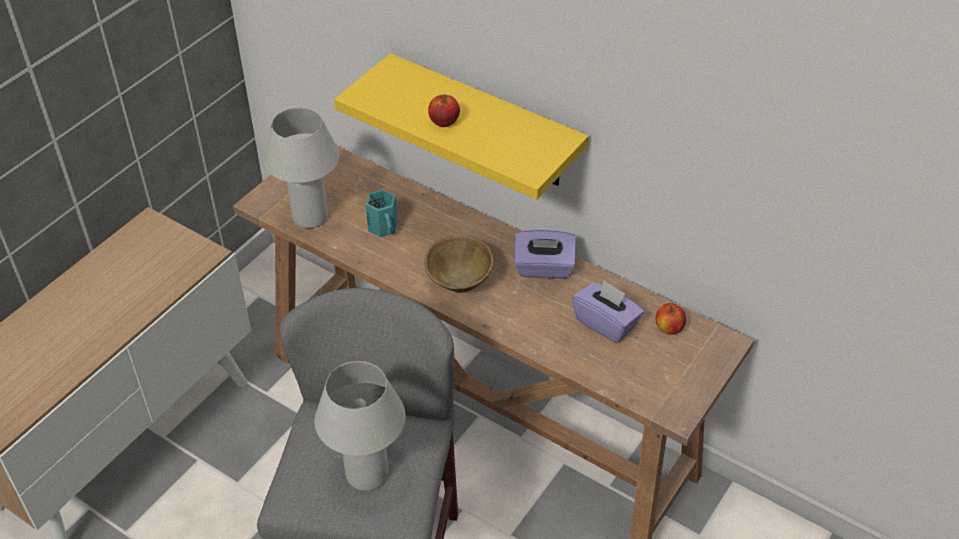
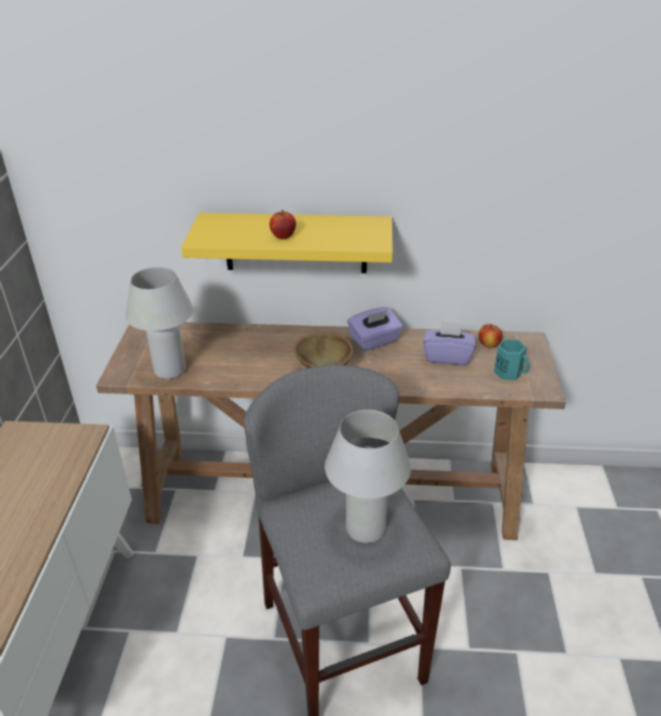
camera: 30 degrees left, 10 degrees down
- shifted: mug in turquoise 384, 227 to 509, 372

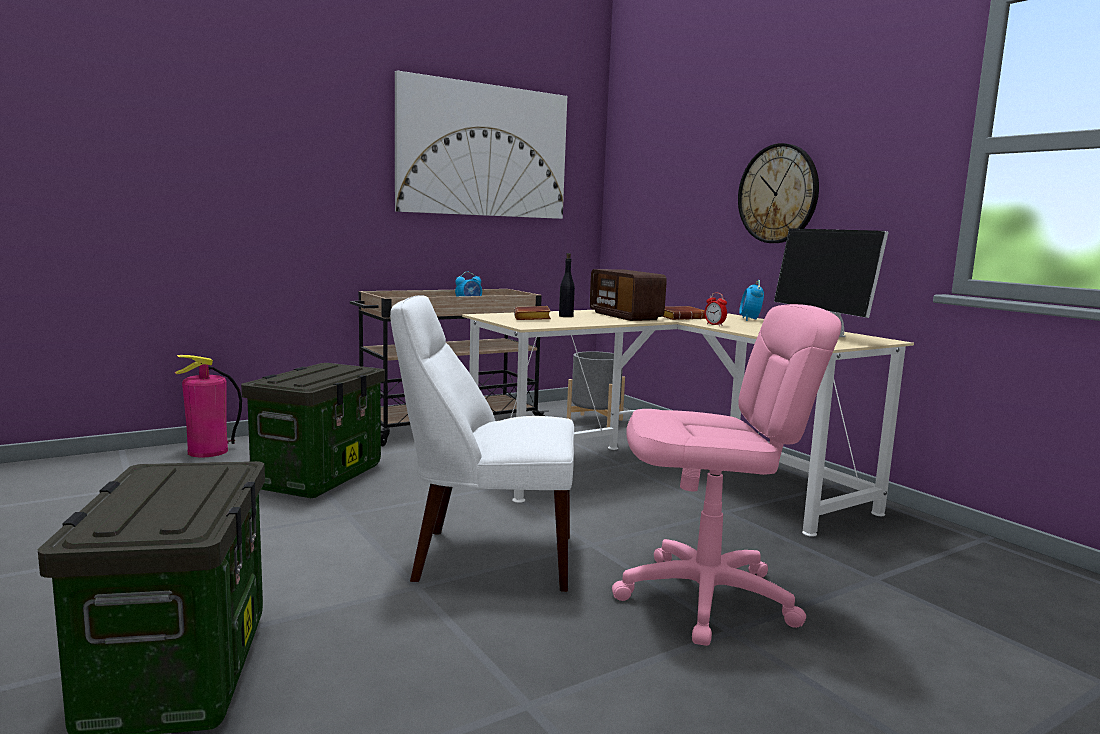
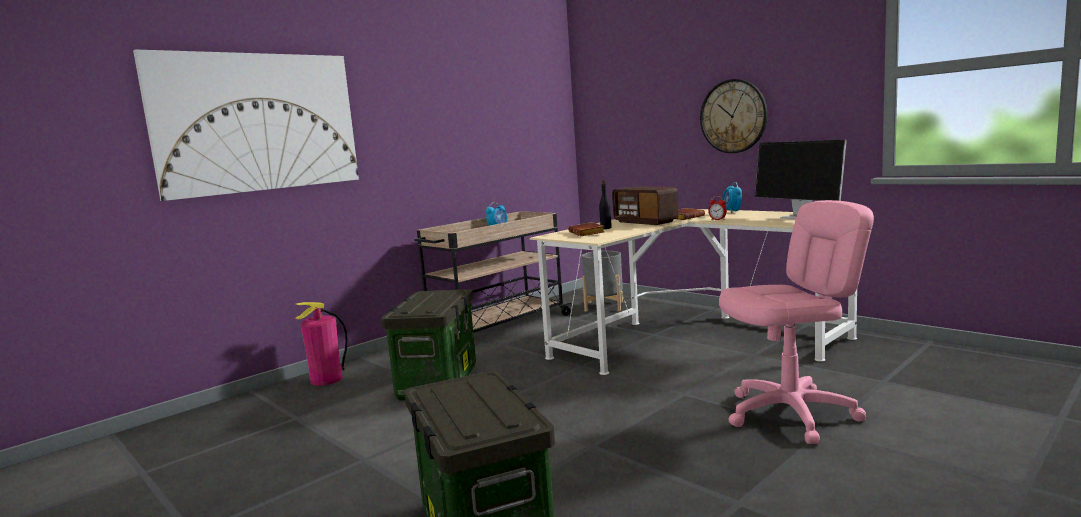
camera: 10 degrees left, 0 degrees up
- gone: chair in white 486, 558
- shifted: picture 483, 151 to 258, 122

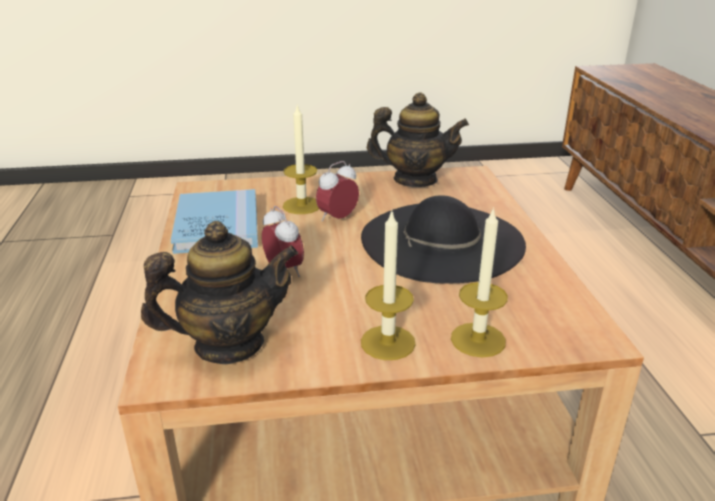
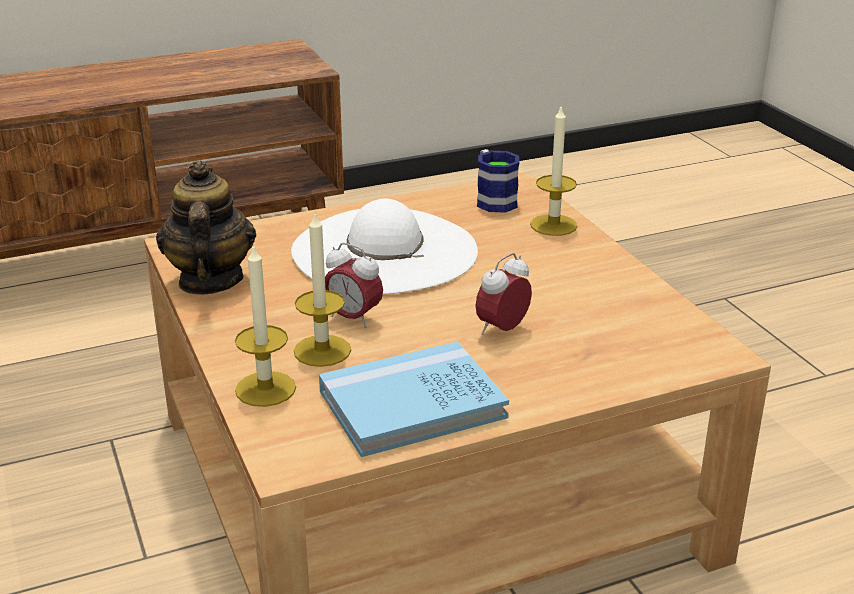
camera: 105 degrees left, 0 degrees up
- gone: teapot 229, 344
- new: mug 493, 199
- shifted: candle 388, 342 to 265, 389
- repainted: hat in black 442, 241 to hat in white 384, 251

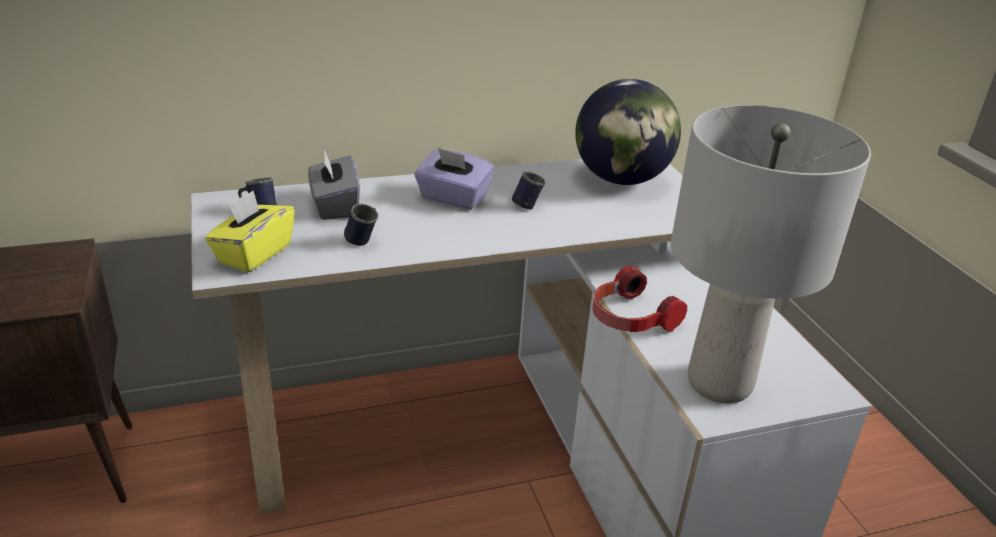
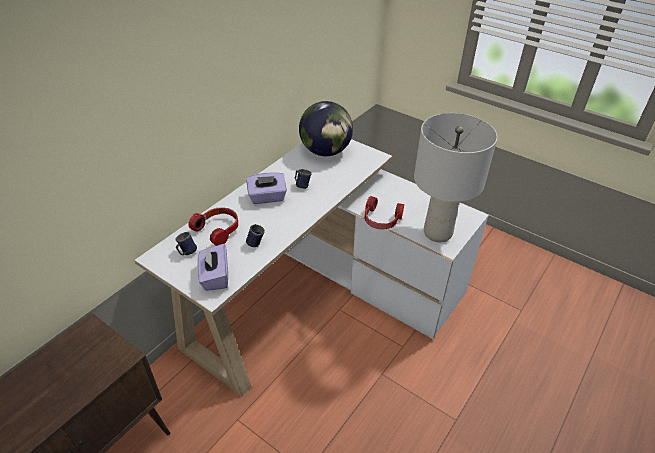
camera: 35 degrees left, 10 degrees up
- swapped: tissue box in grey 334, 206 to headphones 218, 230
- repainted: tissue box in yellow 253, 254 to tissue box in purple 215, 277

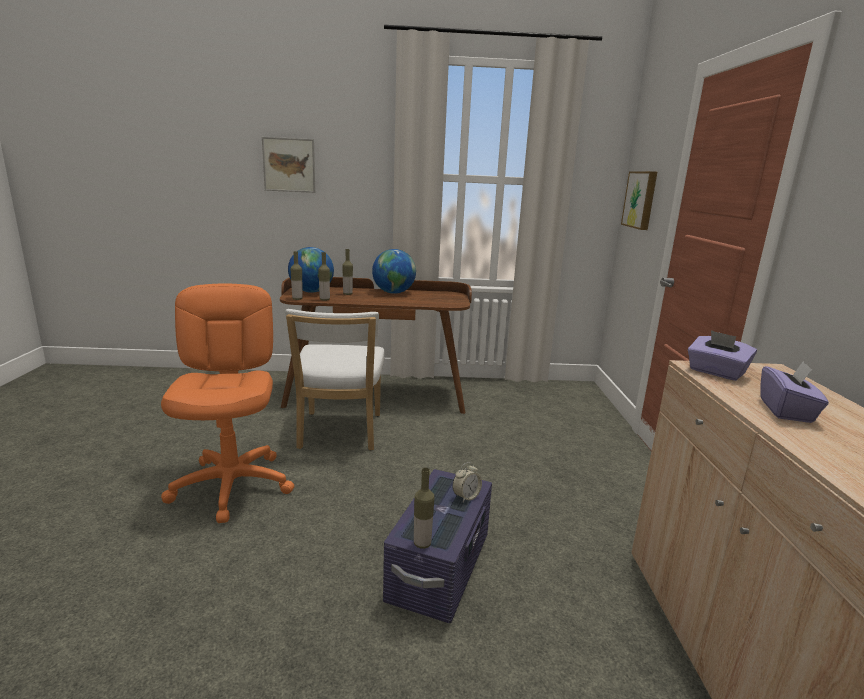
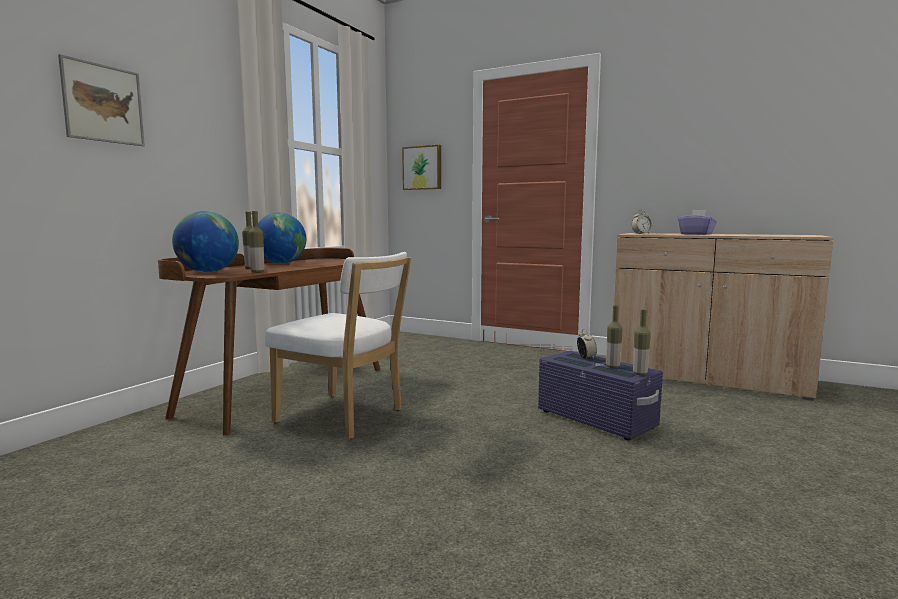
camera: 60 degrees left, 10 degrees down
- gone: office chair in orange 232, 485
- shifted: bottle 297, 299 to 613, 367
- swapped: tissue box in purple 716, 372 to alarm clock 641, 234

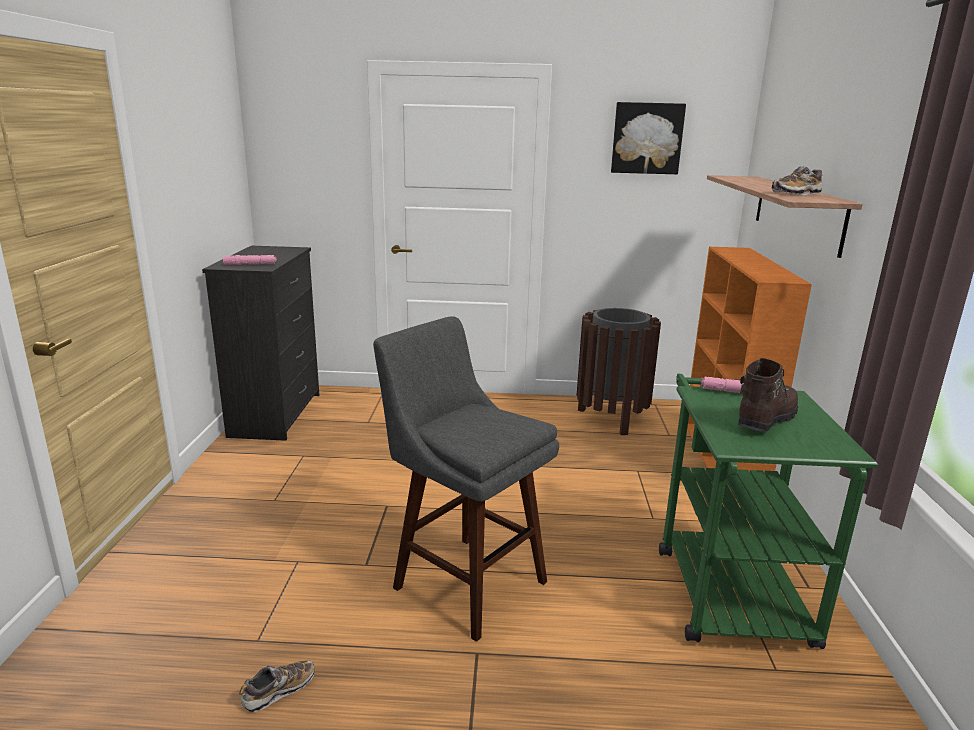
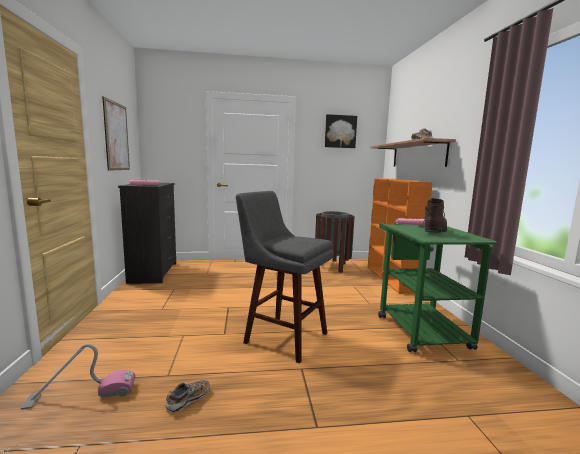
camera: 10 degrees left, 10 degrees down
- new: vacuum cleaner 82, 395
- new: picture 116, 136

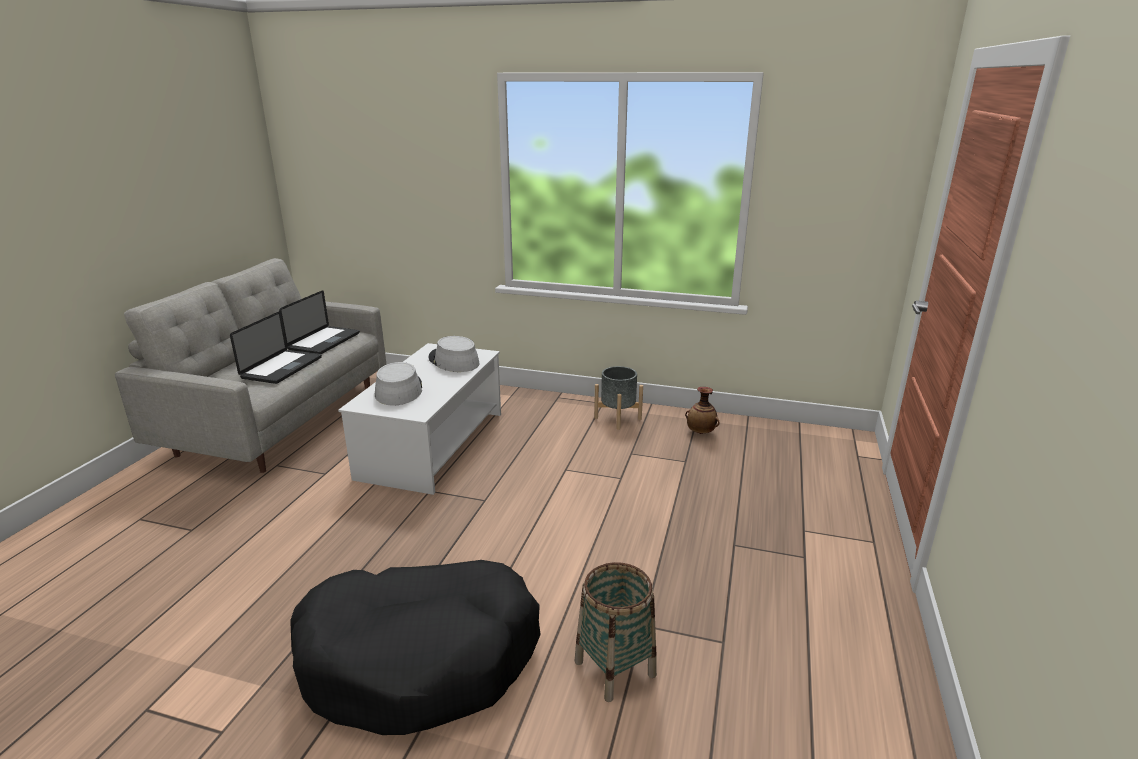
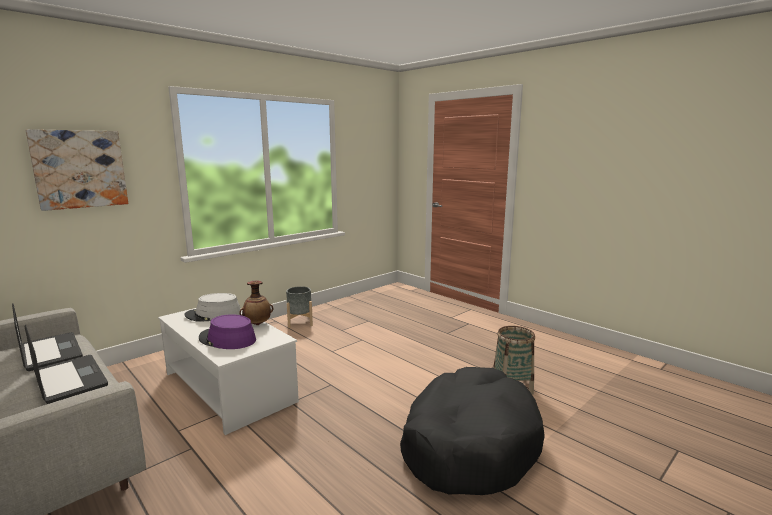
camera: 60 degrees left, 10 degrees down
- new: picture 80, 169
- shifted: vase 701, 433 to 257, 324
- repainted: hat in grey 398, 390 to hat in purple 227, 339

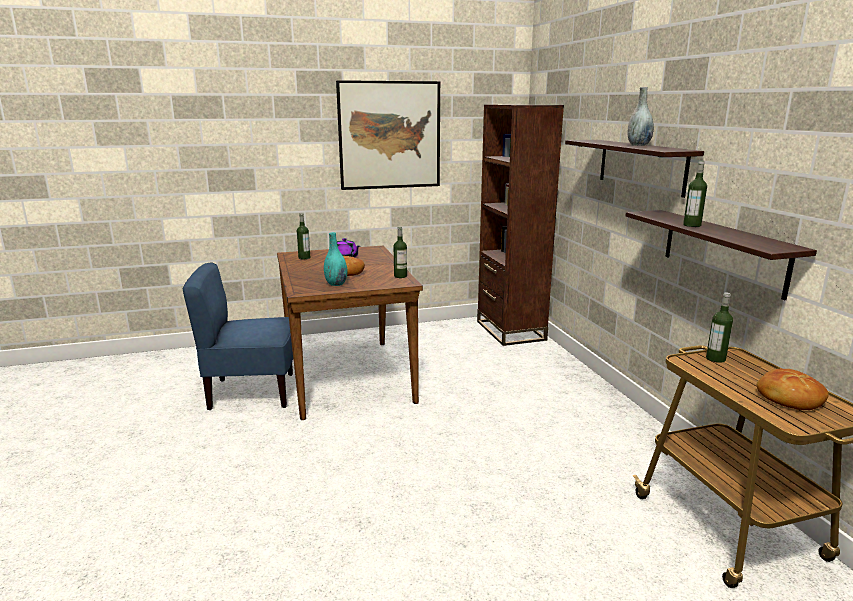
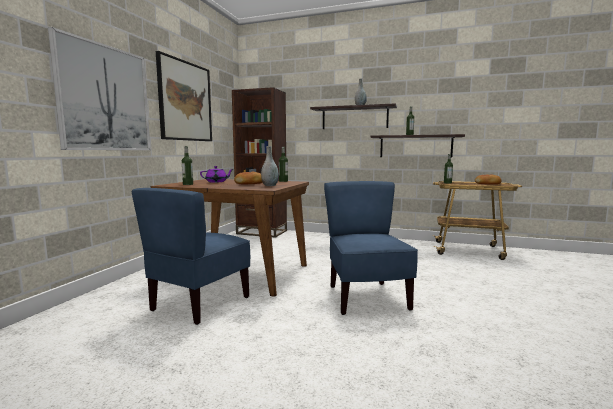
camera: 55 degrees left, 10 degrees down
- new: picture 105, 98
- new: chair in blue 366, 297
- repainted: vase in turquoise 336, 284 to vase in grey 270, 185

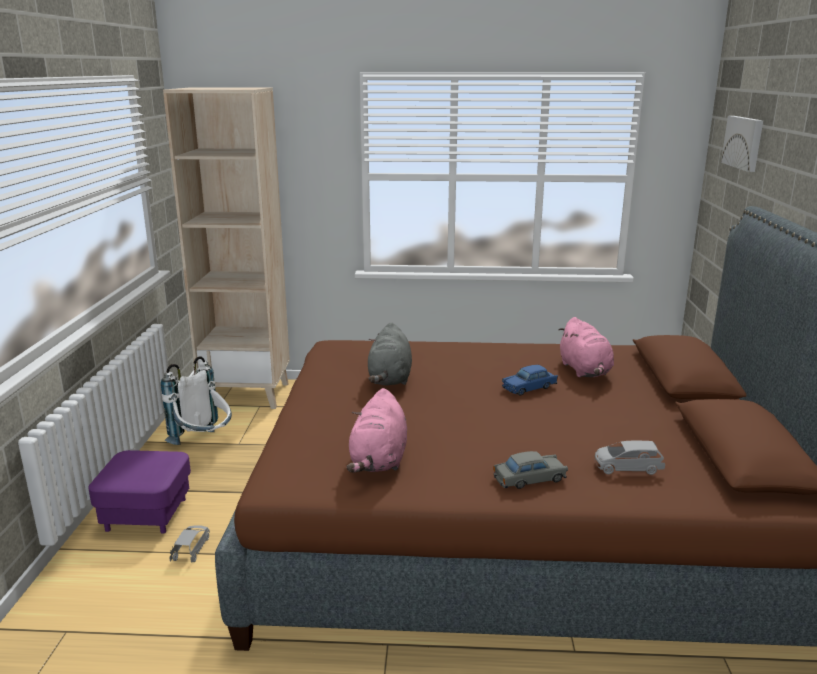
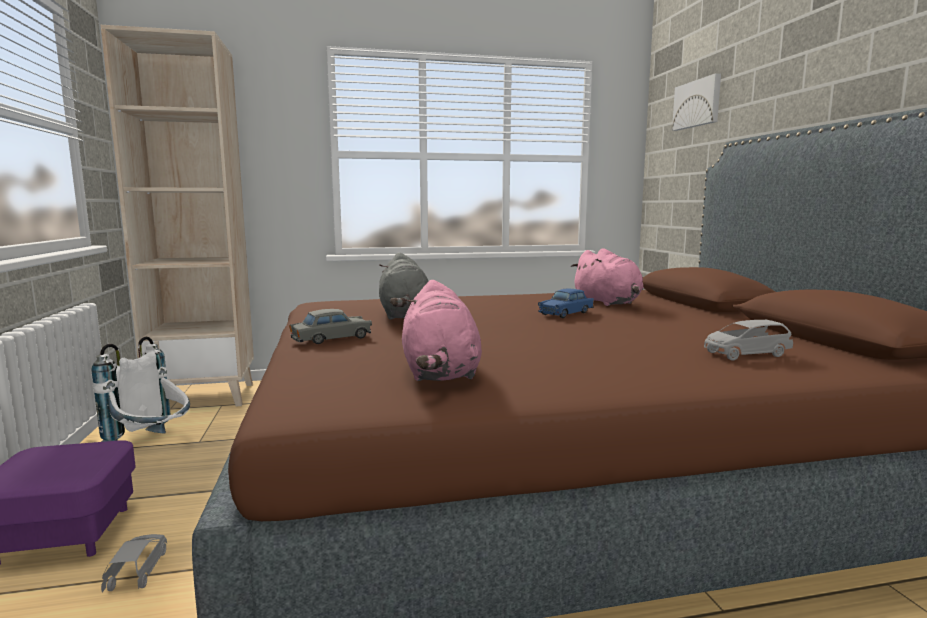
camera: 15 degrees left, 10 degrees down
- shifted: toy car in grey 529, 479 to 331, 338

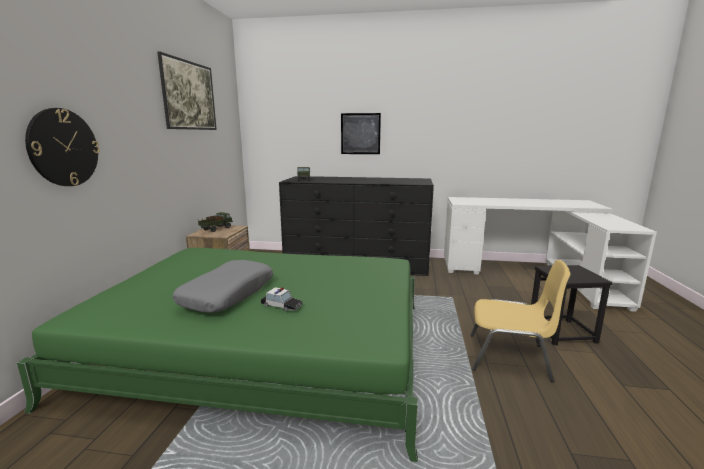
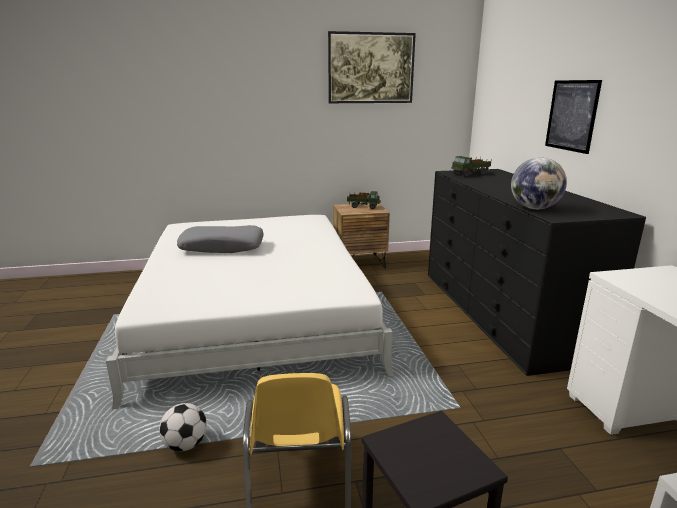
camera: 70 degrees right, 5 degrees up
- gone: wall clock 63, 148
- gone: toy car 281, 305
- new: football 185, 444
- new: globe 534, 208
- repainted: bed in green 265, 348 to bed in white 255, 310

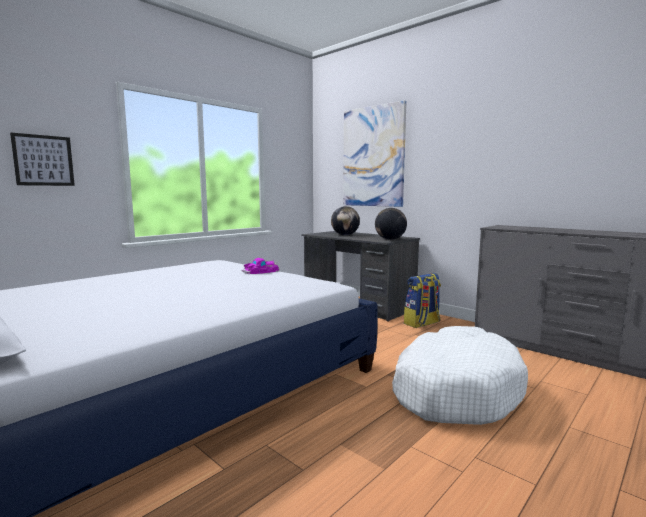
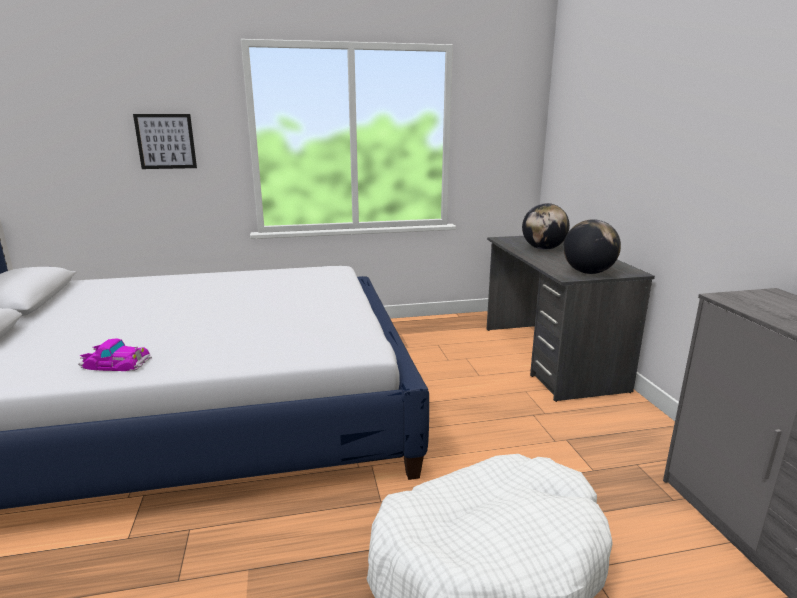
camera: 35 degrees right, 10 degrees up
- gone: picture 373, 157
- gone: backpack 422, 323
- shifted: toy car 261, 271 to 116, 363

